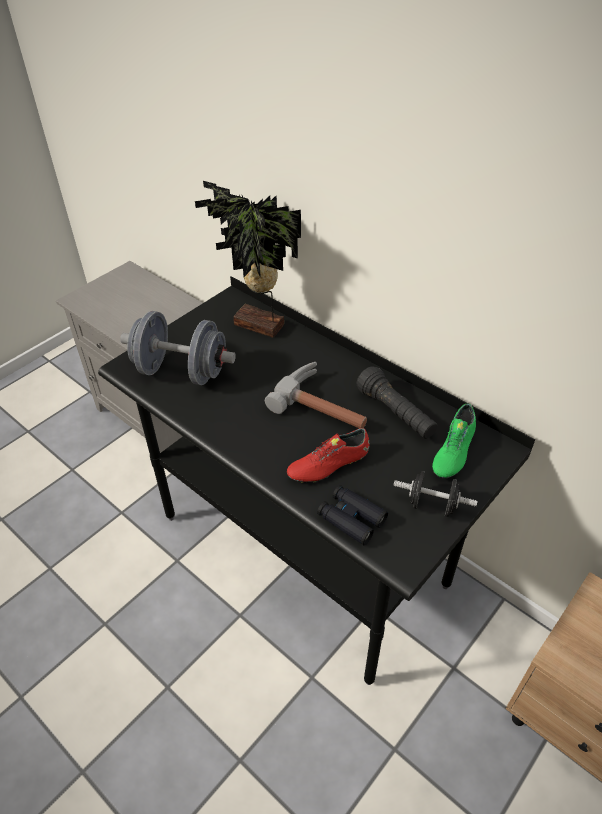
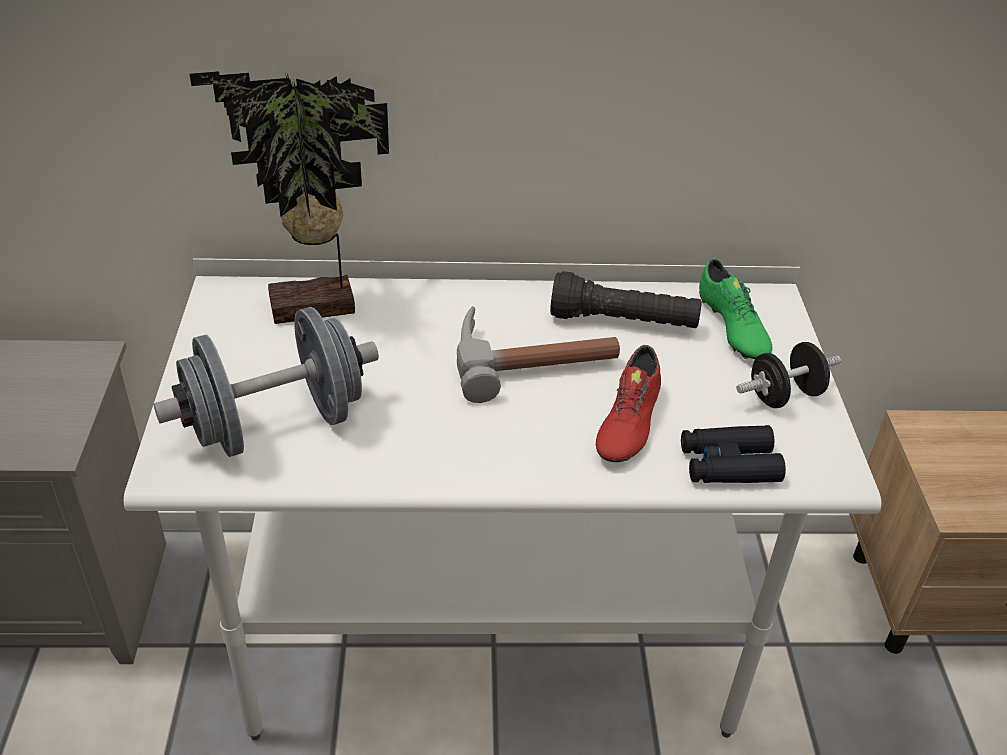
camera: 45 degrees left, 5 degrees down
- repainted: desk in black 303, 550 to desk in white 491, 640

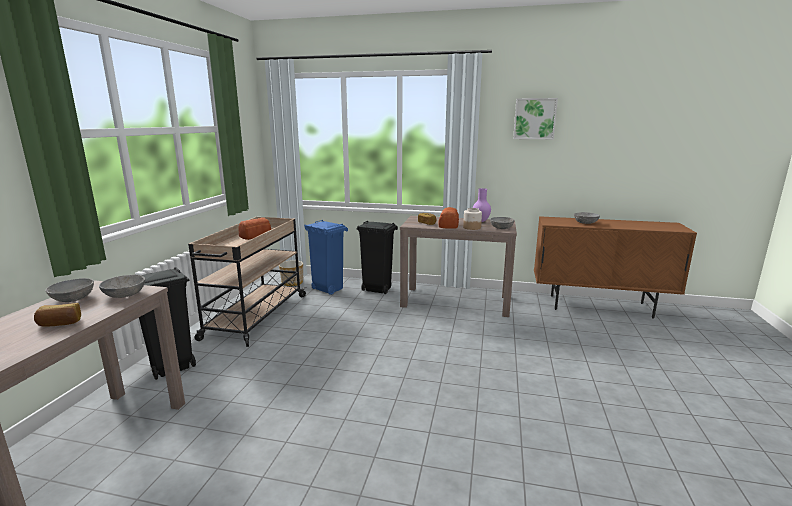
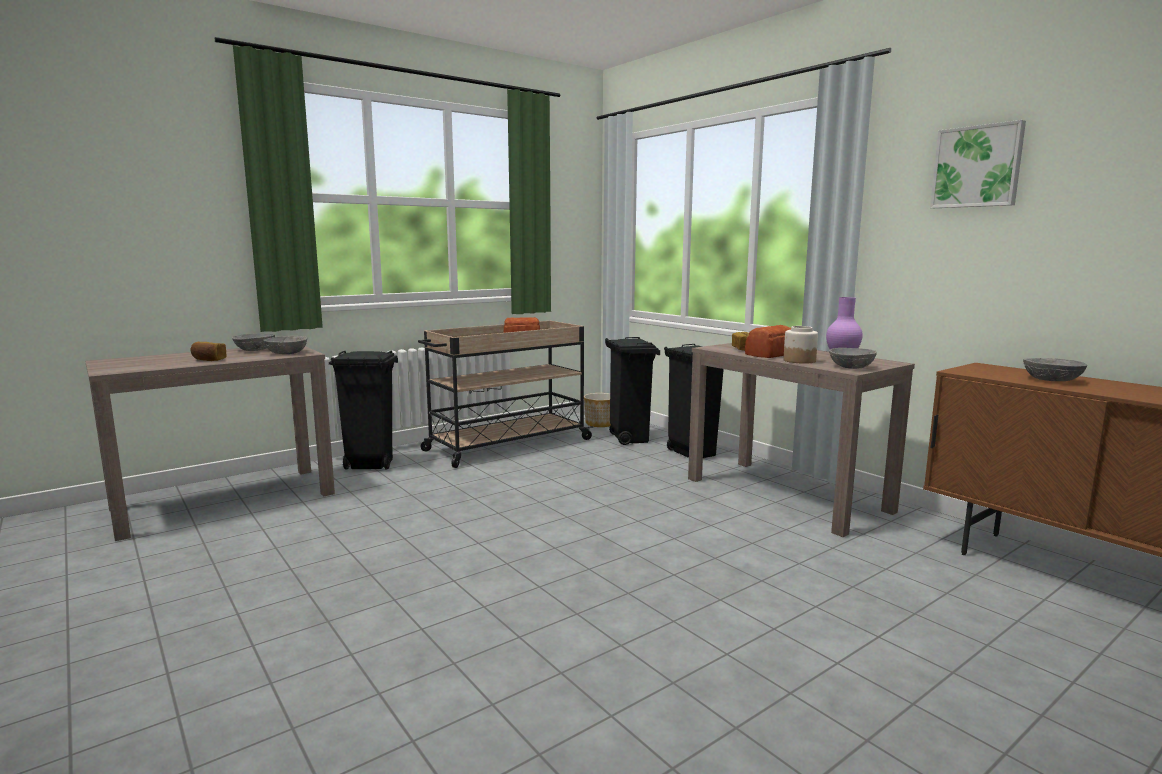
camera: 40 degrees right, 5 degrees down
- repainted: trash can in blue 327, 289 to trash can in black 629, 439

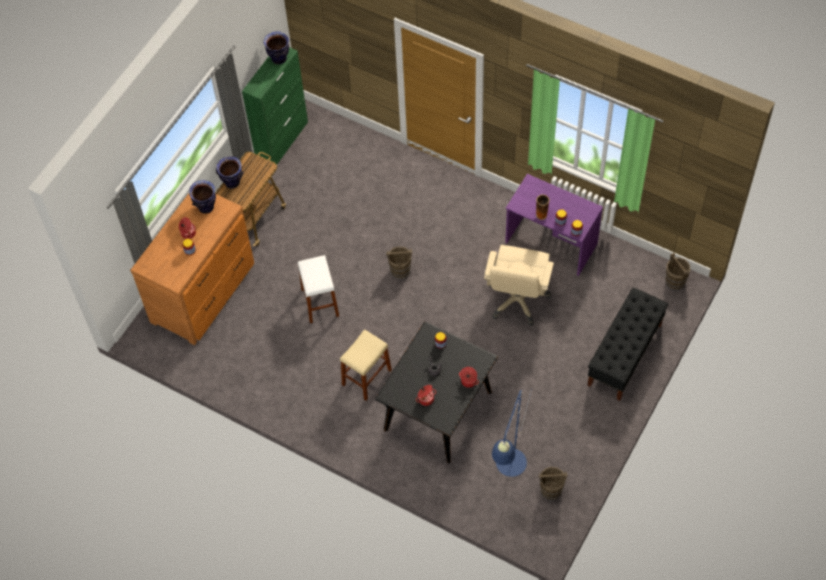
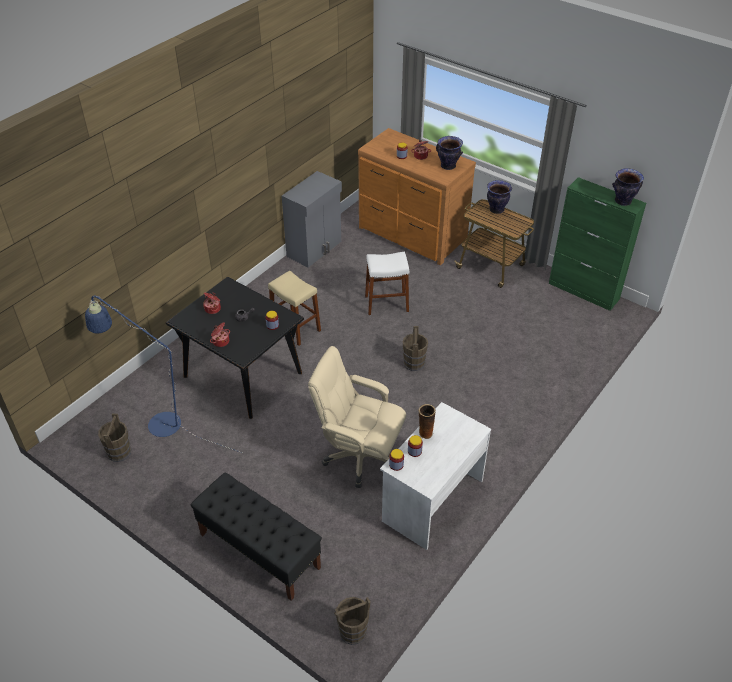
camera: 95 degrees right, 15 degrees down
- new: cabinet in grey 315, 249
- repainted: desk in purple 551, 244 to desk in white 431, 500

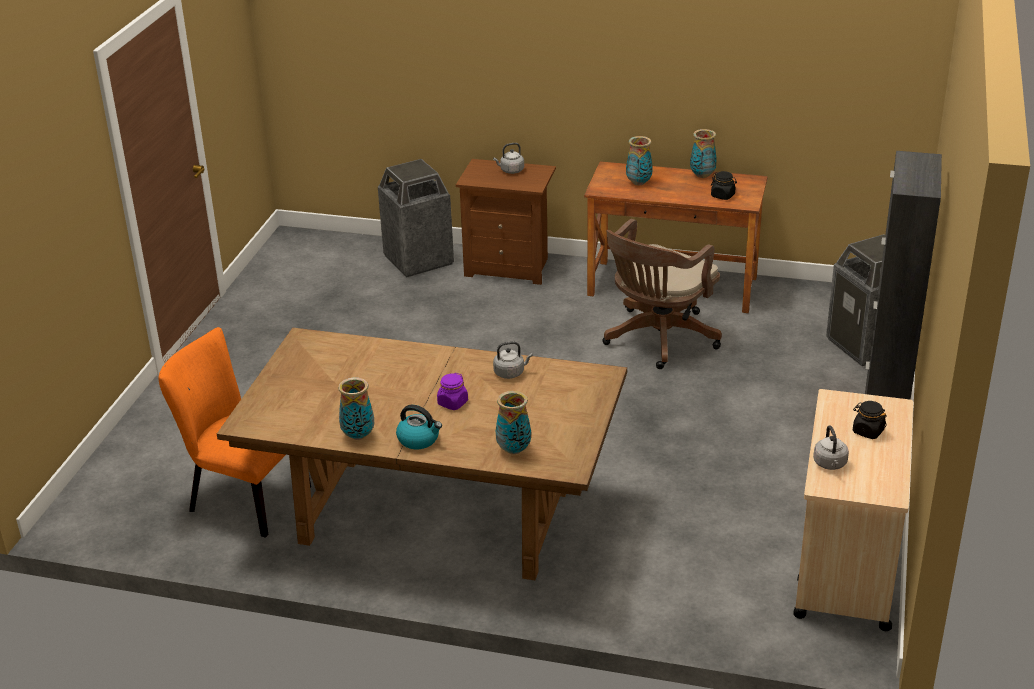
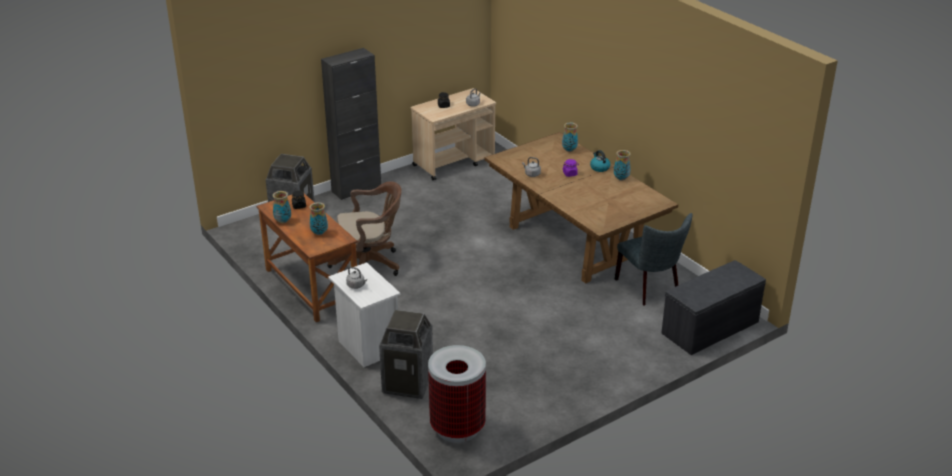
camera: 140 degrees left, 0 degrees up
- new: trash can 457, 427
- new: bench in grey 710, 328
- repainted: chair in orange 242, 498 to chair in grey 650, 289
- repainted: nightstand in brown 510, 267 to nightstand in white 367, 347

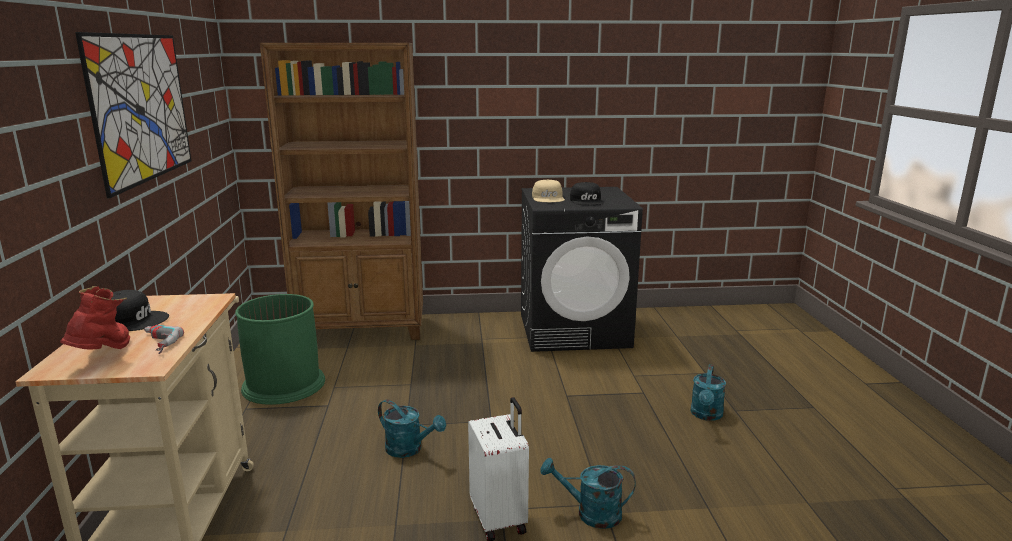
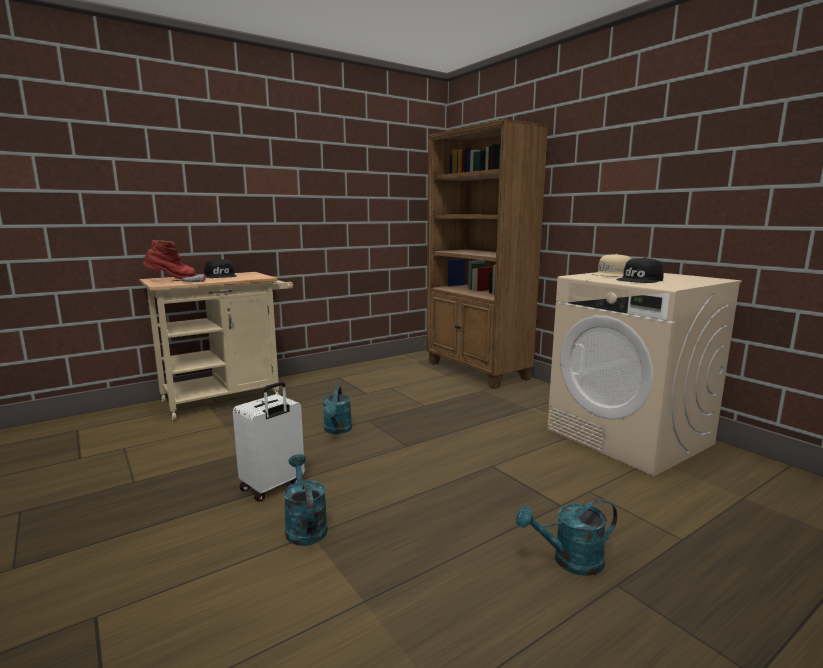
camera: 60 degrees right, 5 degrees down
- gone: picture 142, 108
- gone: trash can in green 284, 384
- repainted: washing machine in black 574, 330 to washing machine in beige 629, 437

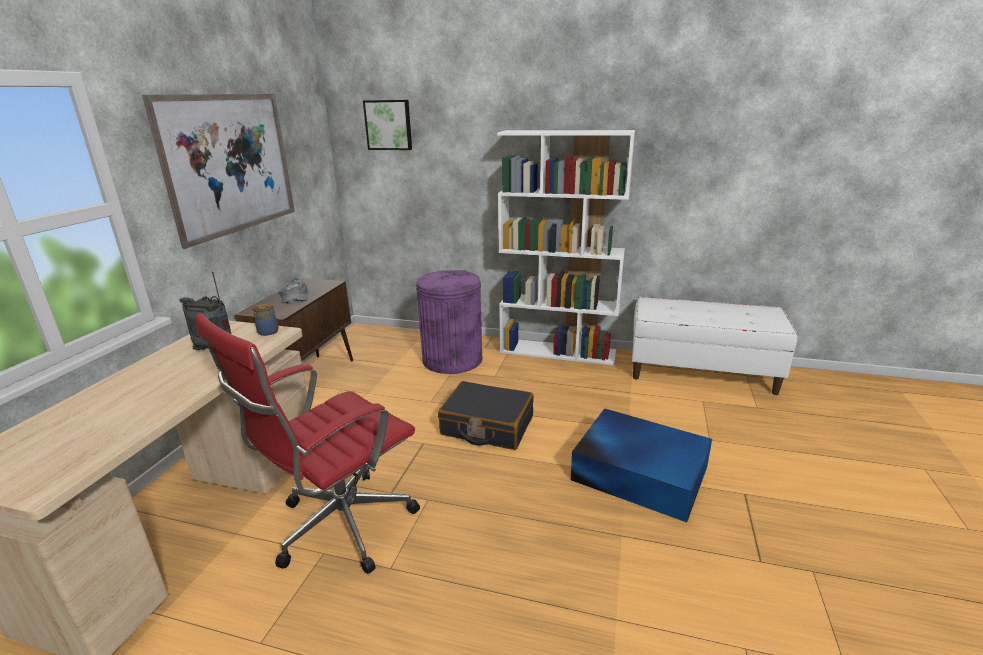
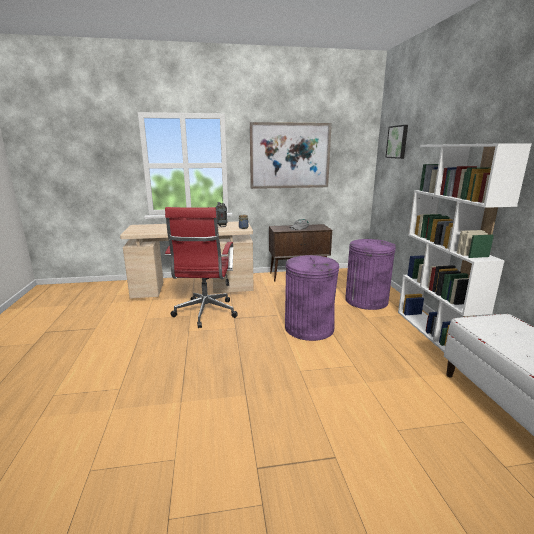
camera: 65 degrees right, 5 degrees down
- gone: storage box in blue 638, 472
- swapped: suitcase in black 487, 426 to trash can in purple 309, 328
- rotated: office chair in red 339, 528 = 205, 314 105 degrees counterclockwise

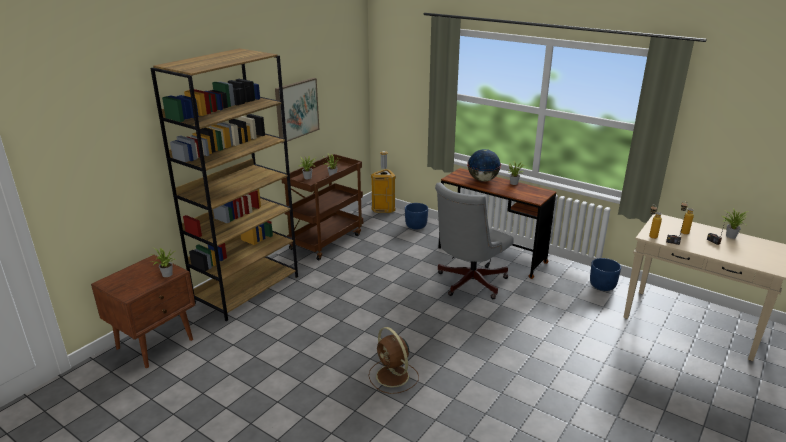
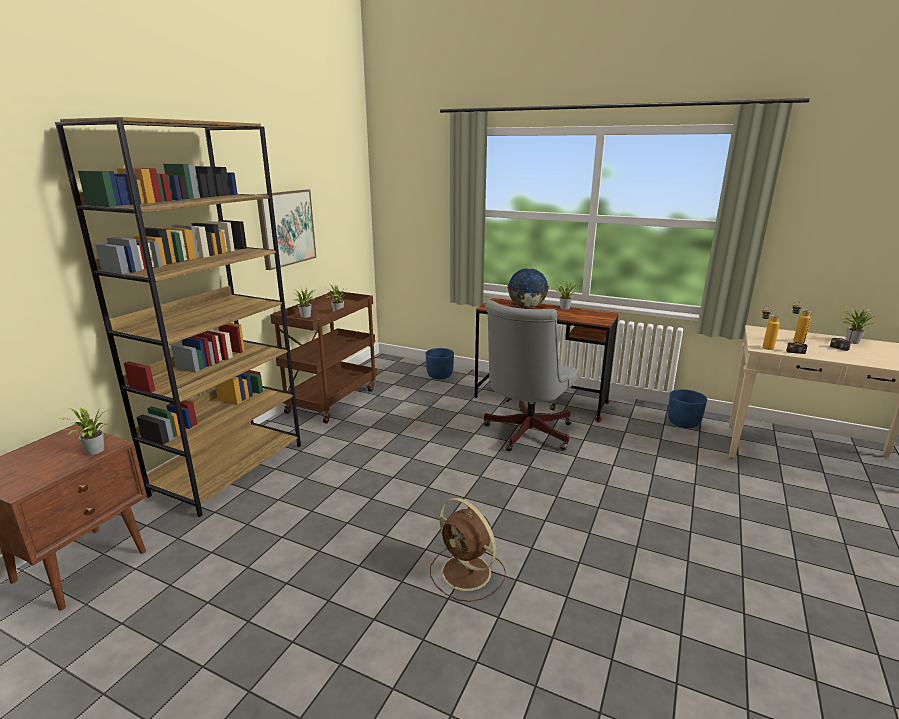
camera: 10 degrees left, 5 degrees down
- gone: trash can 383, 210

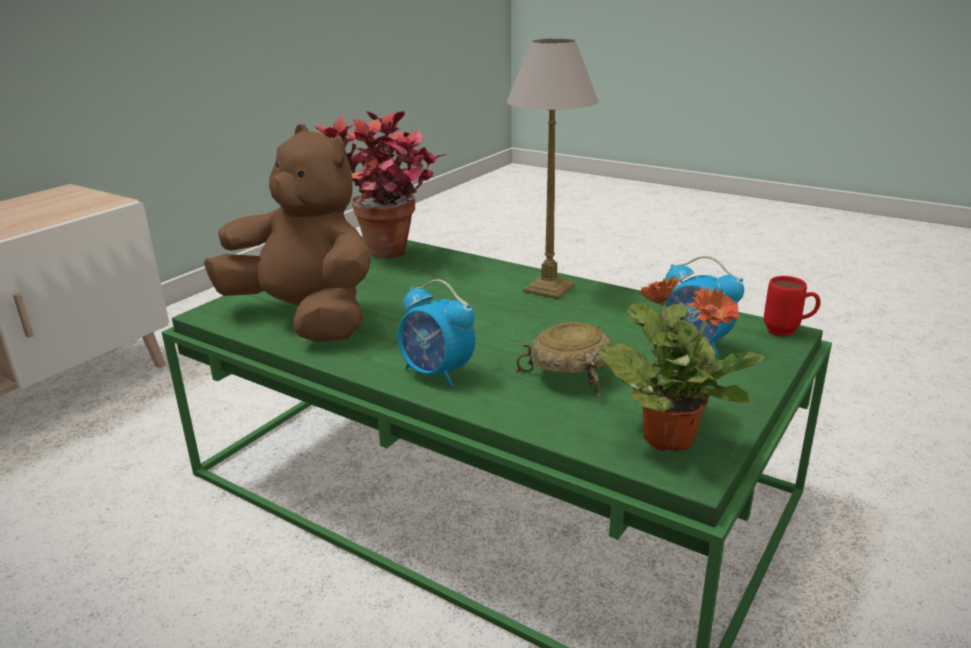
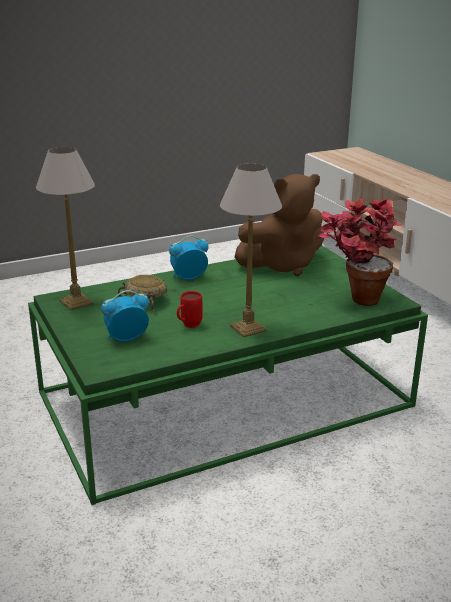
camera: 120 degrees right, 0 degrees up
- shifted: mug in red 788, 332 to 188, 326
- swapped: potted plant 667, 437 to table lamp 76, 302

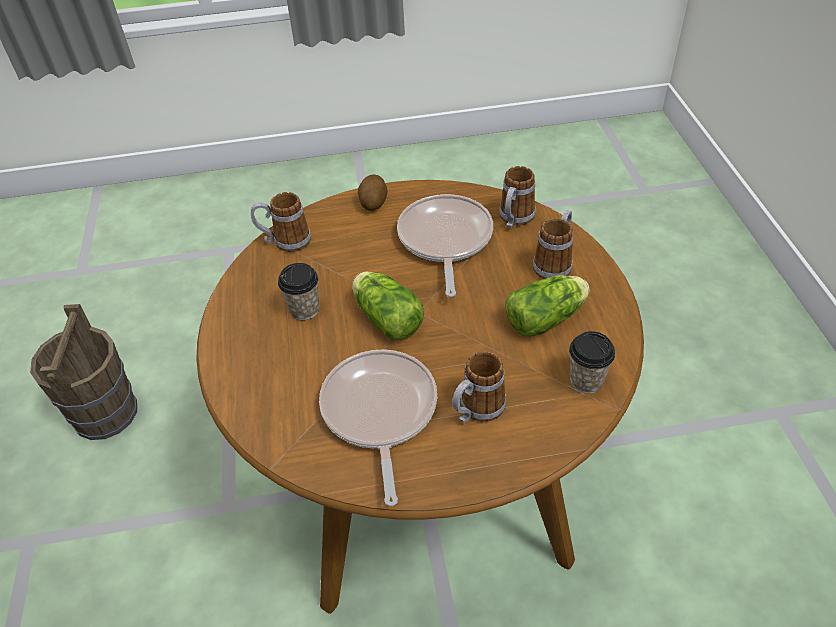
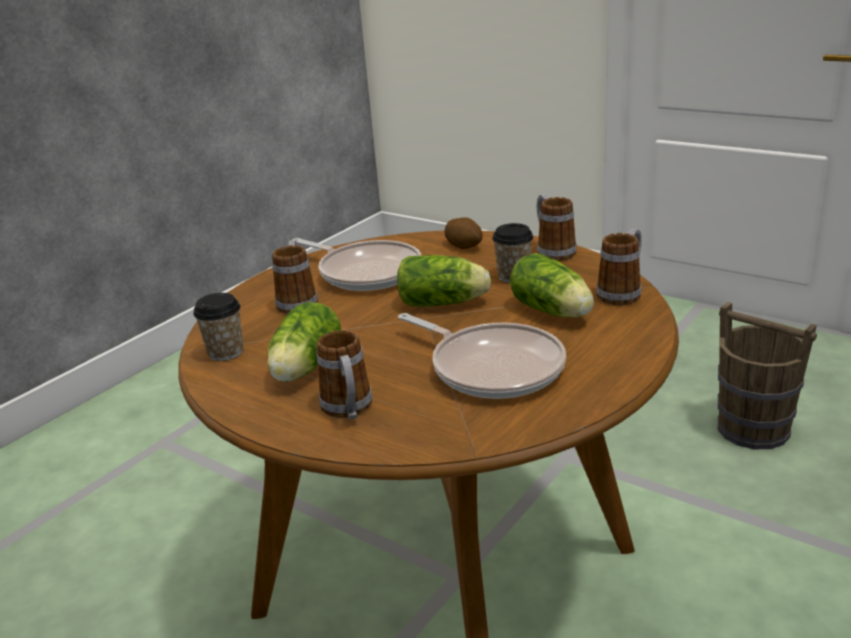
camera: 135 degrees right, 20 degrees down
- new: lettuce 553, 312
- shifted: potato 373, 202 to 464, 246
- shifted: mug 514, 220 to 552, 251

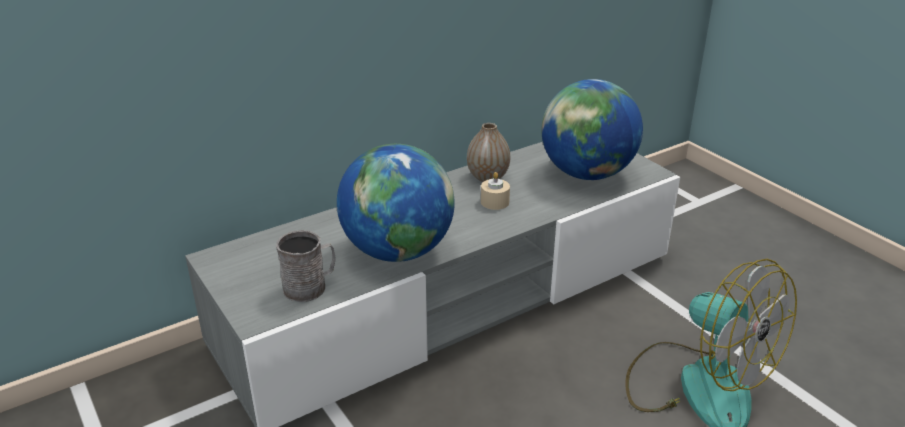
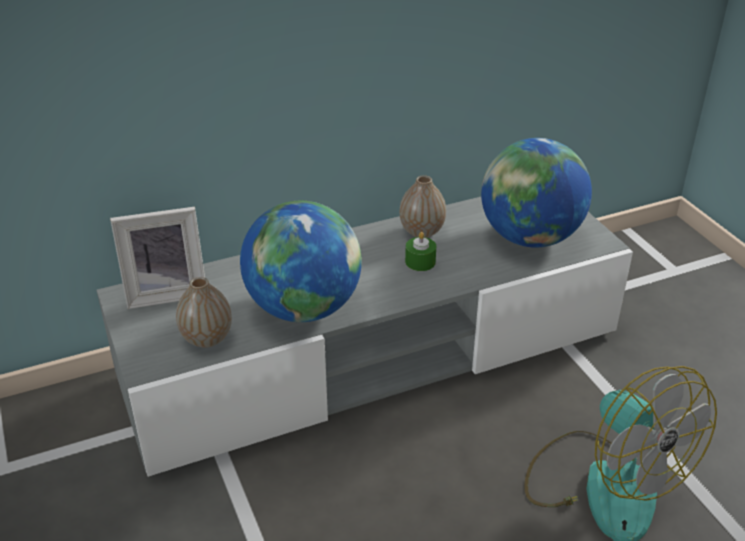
camera: 10 degrees right, 5 degrees up
- new: picture frame 166, 293
- swapped: mug in grey 310, 287 to vase 207, 338
- repainted: candle in beige 495, 202 to candle in green 420, 262

